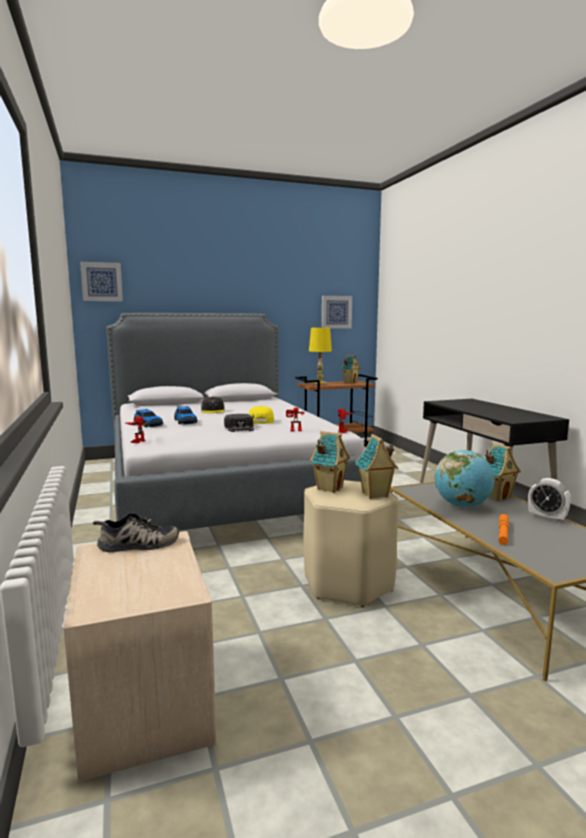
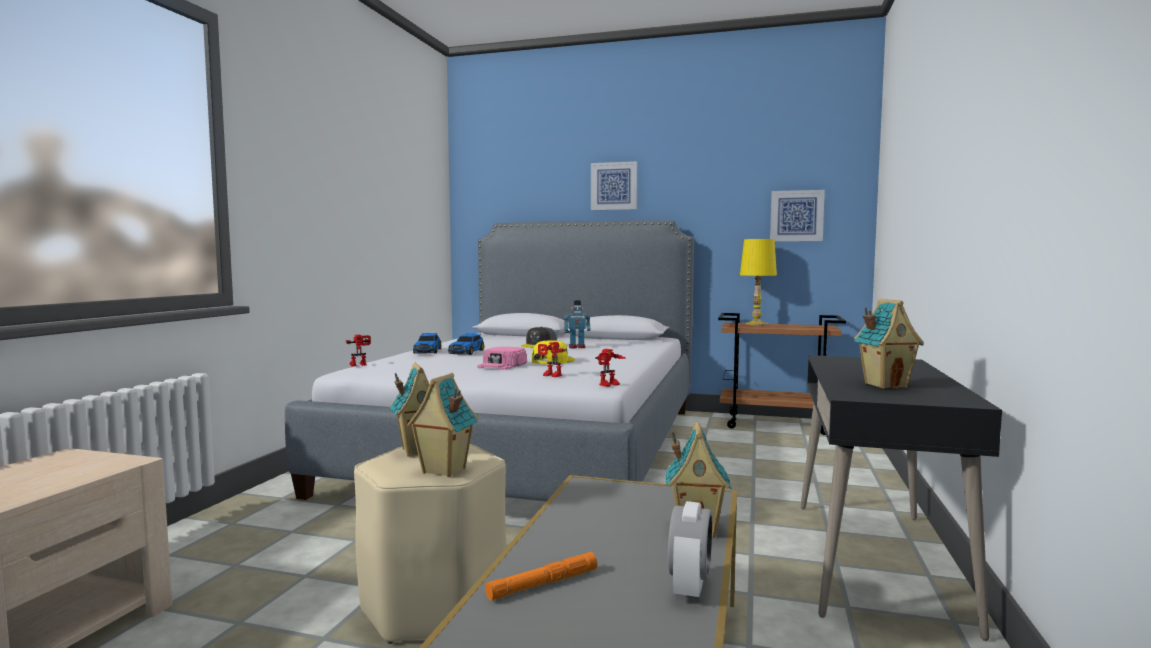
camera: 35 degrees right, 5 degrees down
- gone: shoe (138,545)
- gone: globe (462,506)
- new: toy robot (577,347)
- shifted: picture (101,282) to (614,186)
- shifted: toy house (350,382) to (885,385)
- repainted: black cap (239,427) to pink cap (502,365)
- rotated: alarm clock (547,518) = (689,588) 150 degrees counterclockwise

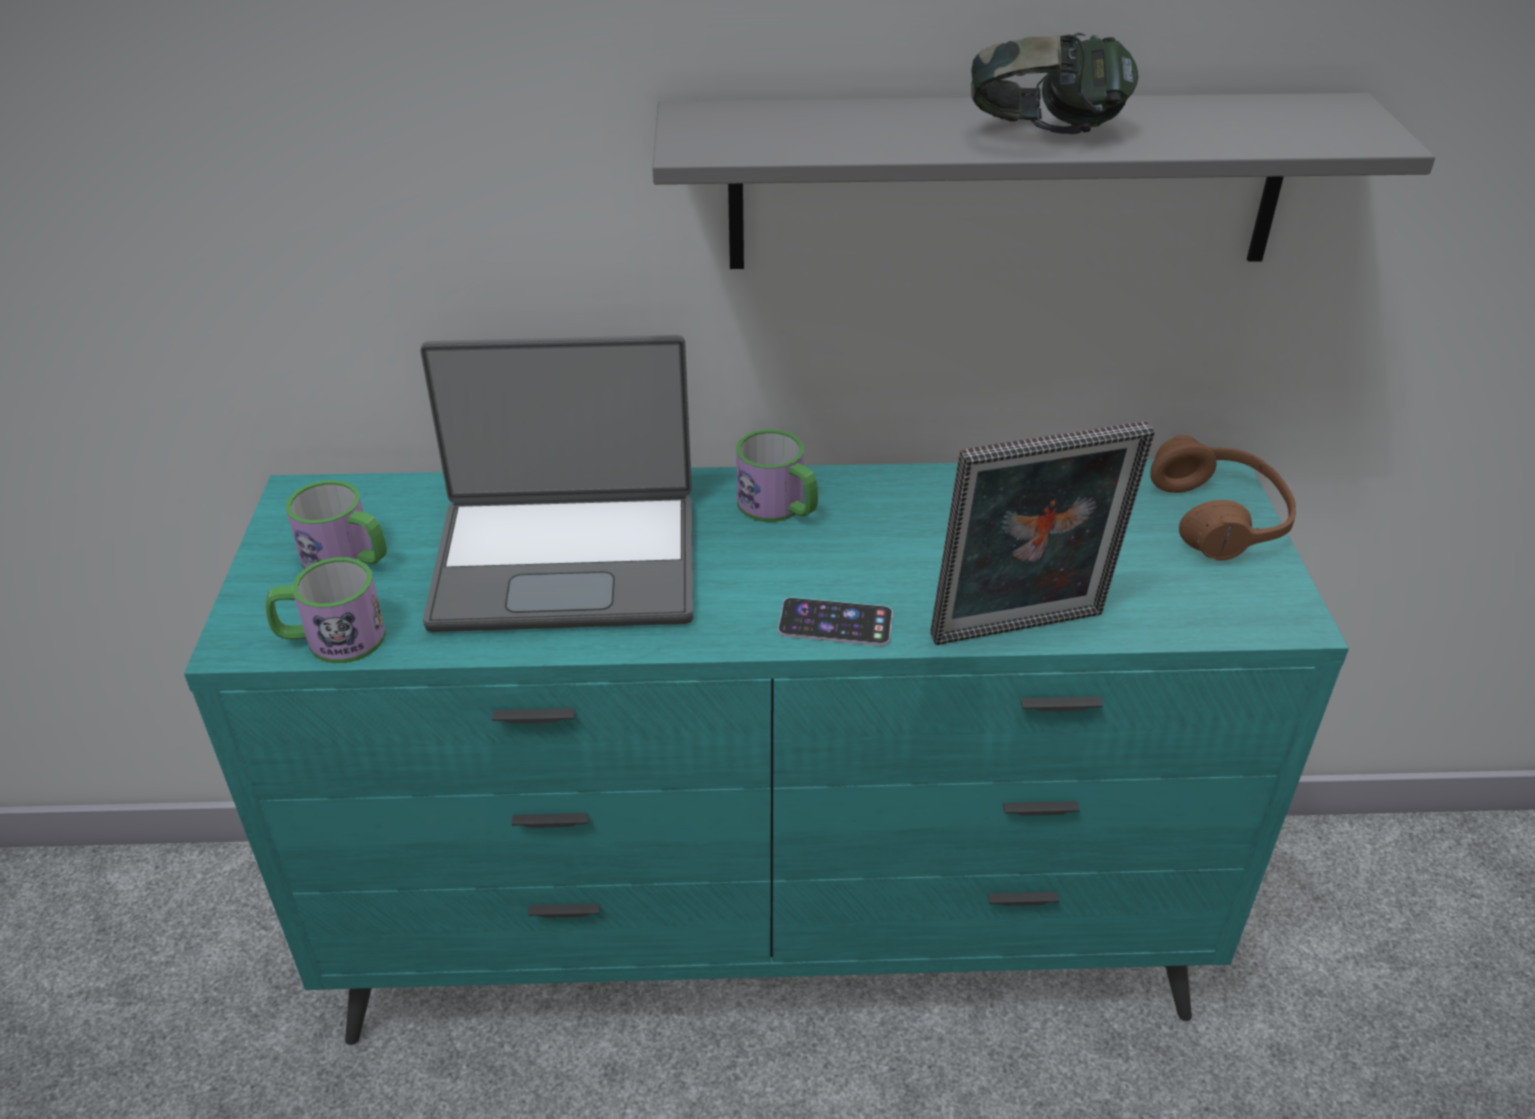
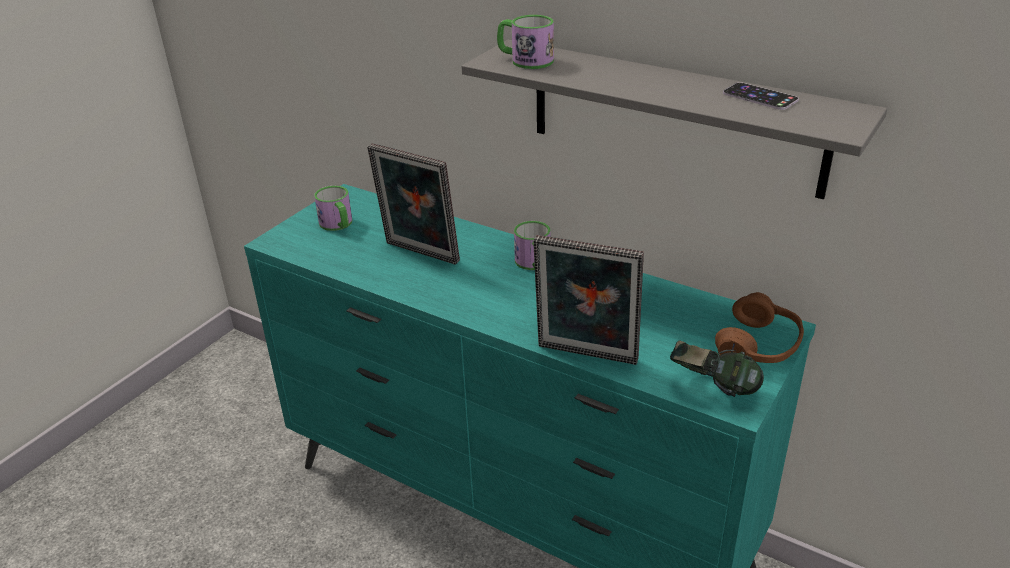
camera: 35 degrees right, 5 degrees down
- shifted: mug (331,639) to (525,60)
- shifted: phone (835,623) to (760,97)
- shifted: headphones (1045,136) to (712,390)
- swapped: laptop (567,561) to picture frame (419,254)

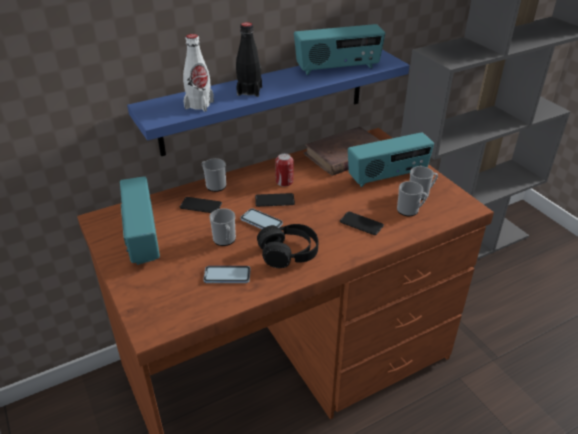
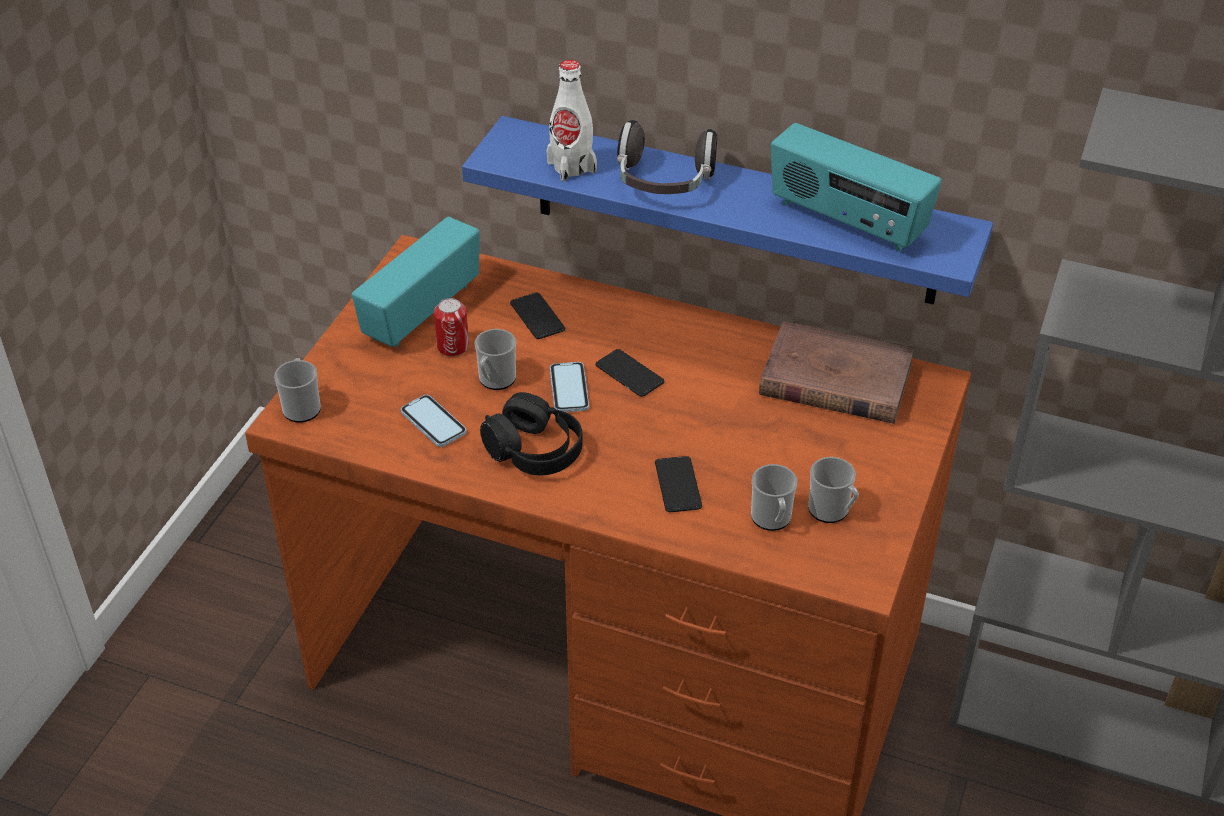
camera: 50 degrees right, 5 degrees up
- gone: radio (387,176)
- shifted: mug (214,185) to (302,406)
- shifted: can (284,181) to (453,346)
- swapped: black bottle (249,91) to headphones (663,183)

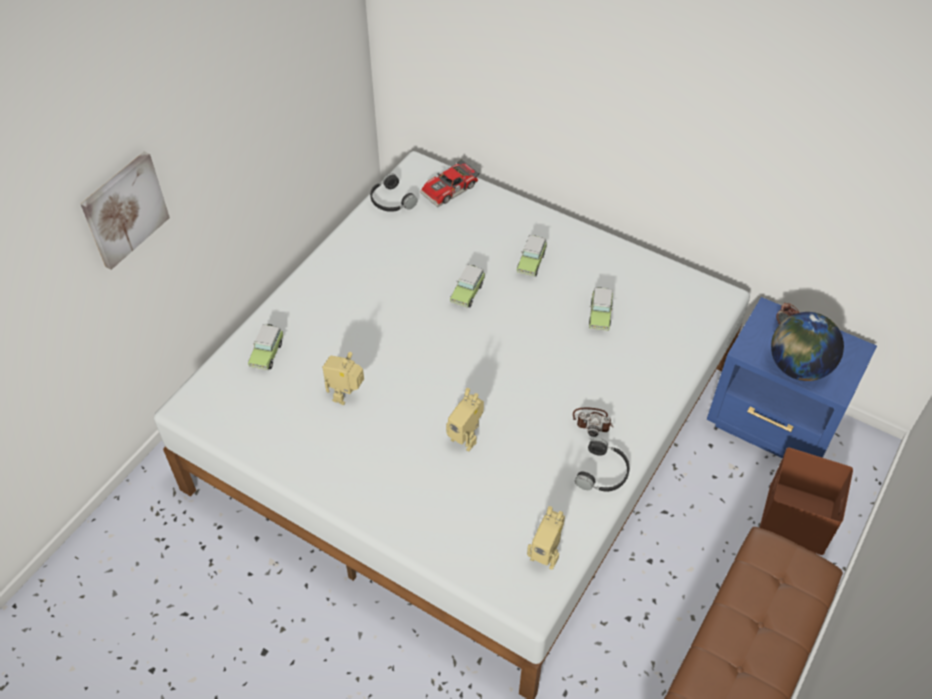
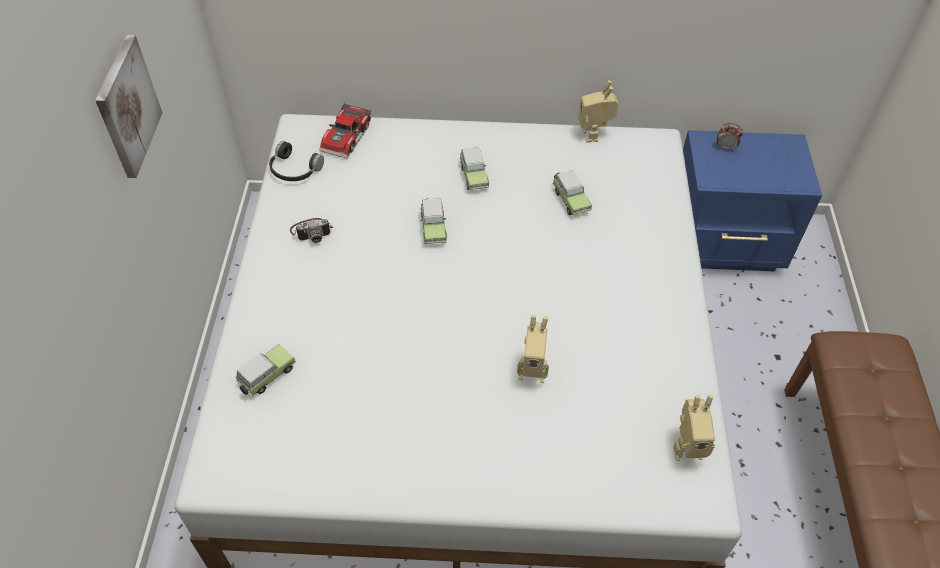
camera: 30 degrees left, 0 degrees up
- gone: black headphones (604,473)
- gone: brown storage box (798,519)
- gone: globe (797,367)
- shifted: picture (124,209) to (127,107)
- shifted: toy robot (347,396) to (594,135)
- shifted: photo camera (592,421) to (312,231)
- rotated: toy car (267,353) = (266,377) 120 degrees counterclockwise

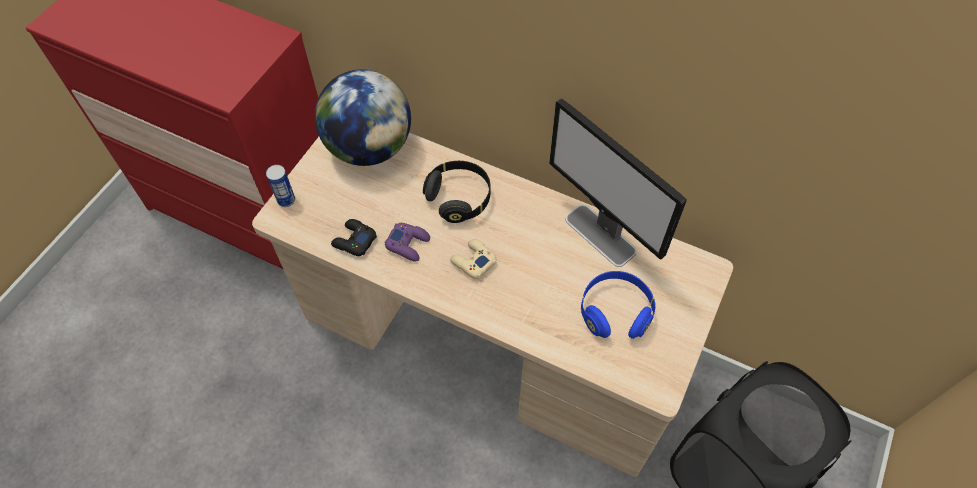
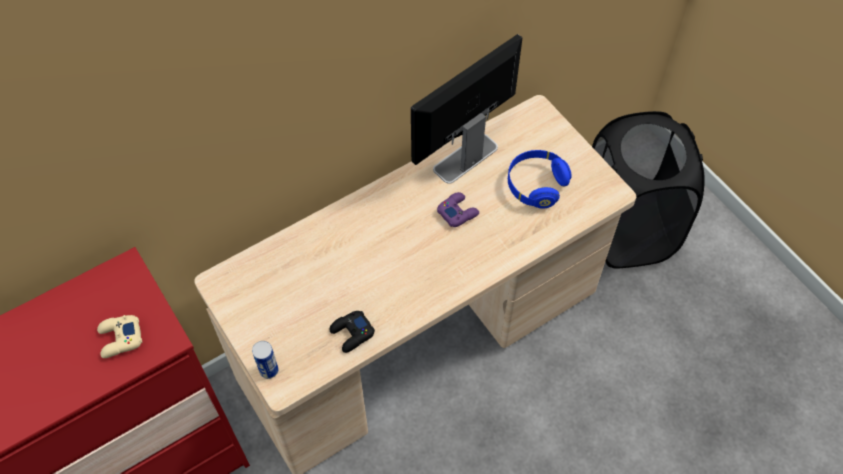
camera: 60 degrees left, 0 degrees up
- gone: globe (369,148)
- gone: black headphones (459,198)
- shifted: purple game controller (408,244) to (457,212)
- shifted: beige game controller (473,261) to (120,339)
- rotated: monitor (601,235) = (465,158) 150 degrees clockwise

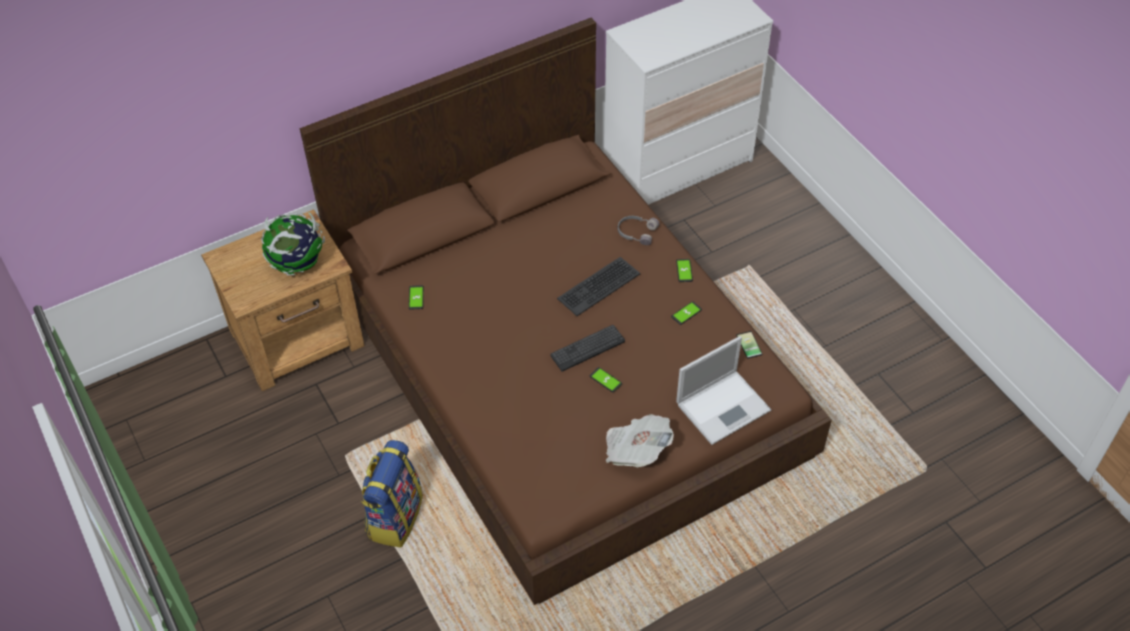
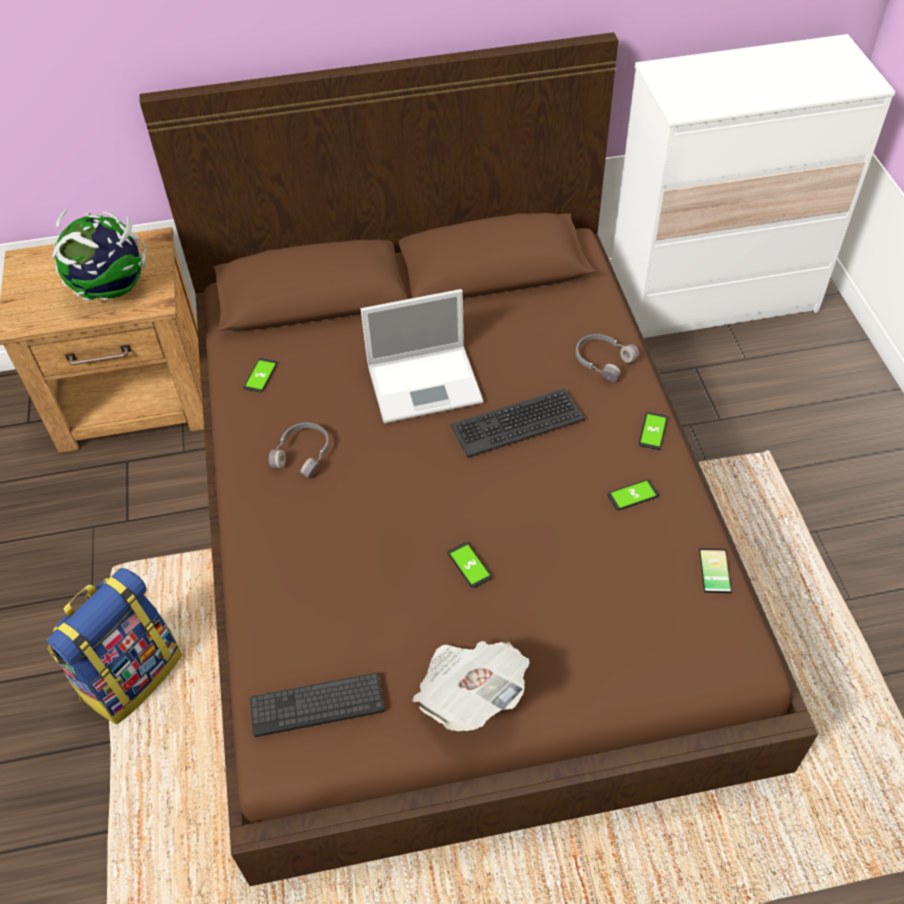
camera: 20 degrees right, 0 degrees up
- new: grey headphones (304,454)
- shifted: keyboard (587,348) to (317,705)
- shifted: laptop (724,406) to (426,383)

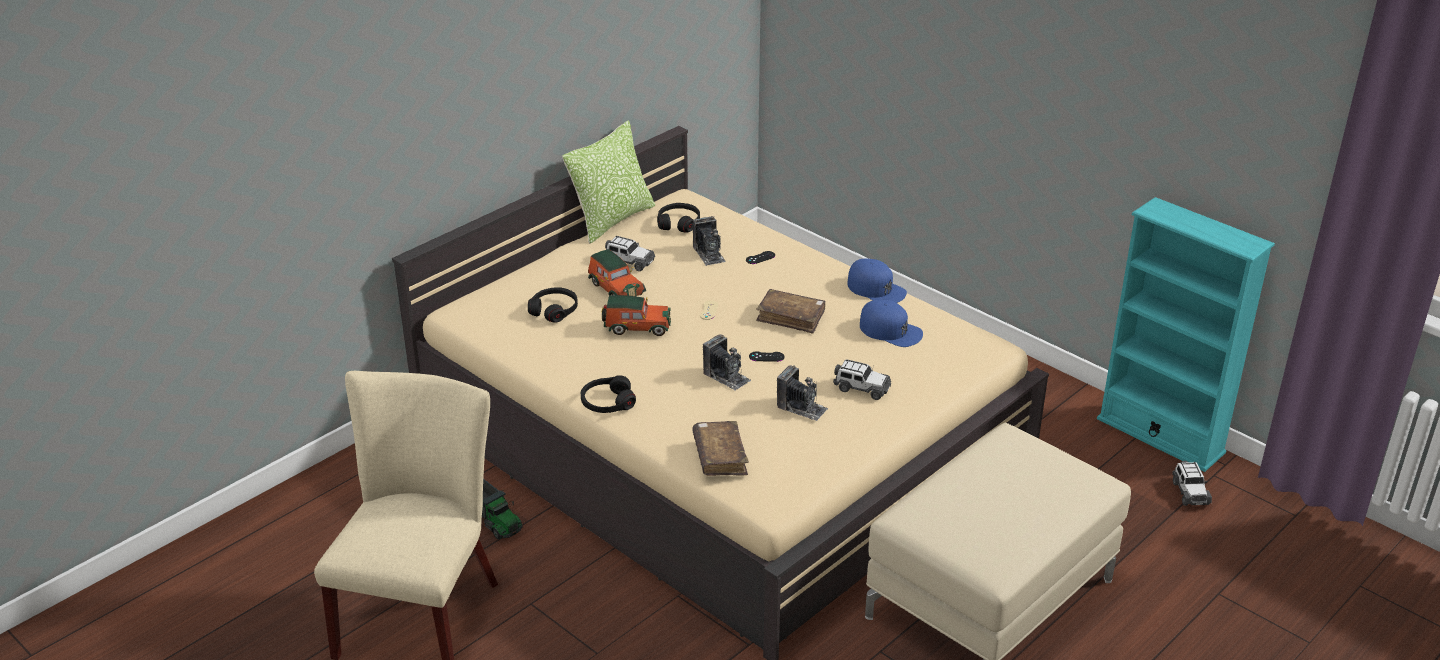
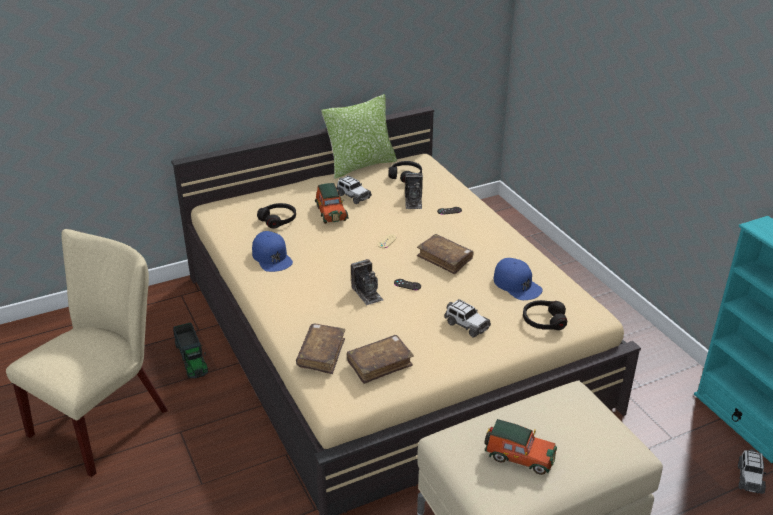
camera: 20 degrees right, 0 degrees up
- gone: photo camera (802,408)
- new: brown book (379,364)
- shifted: black headphones (607,402) to (543,321)
- shifted: toy car (636,327) to (518,456)
- shifted: blue cap (876,289) to (272,257)

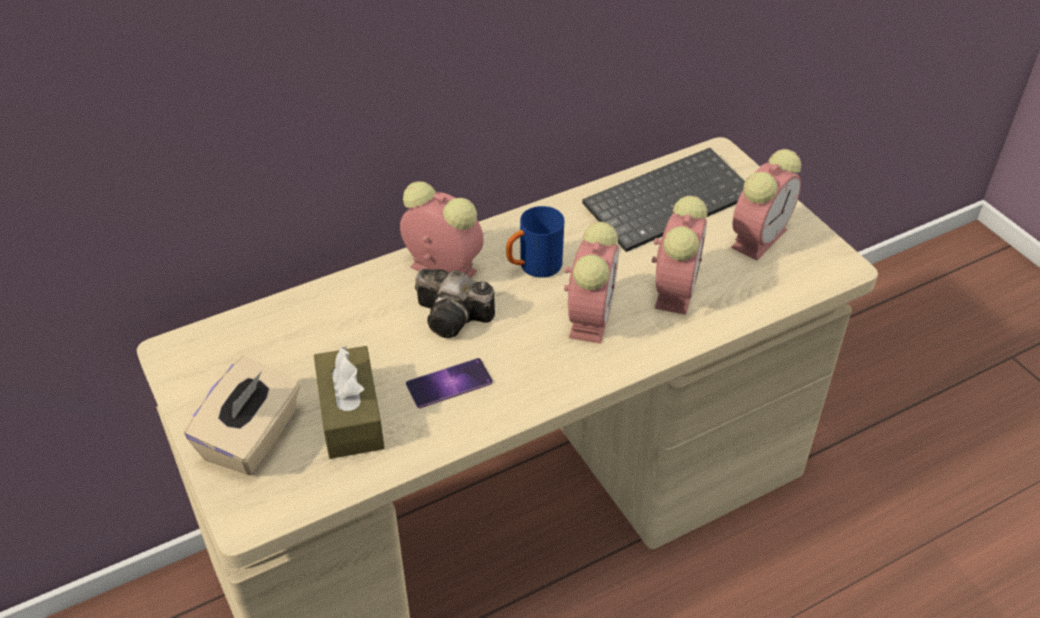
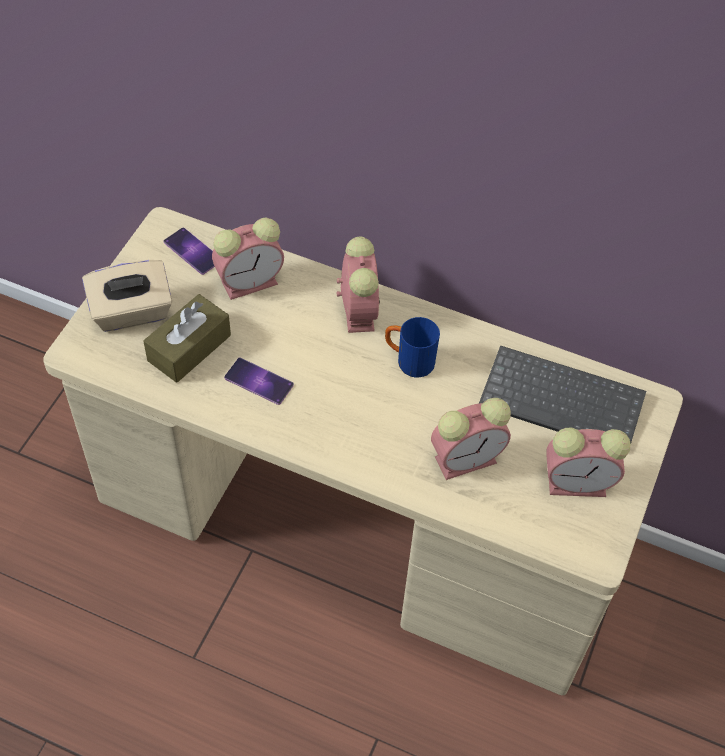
camera: 50 degrees right, 10 degrees up
- gone: photo camera (455,318)
- new: phone (192,251)
- shifted: alarm clock (590,316) to (251,281)

